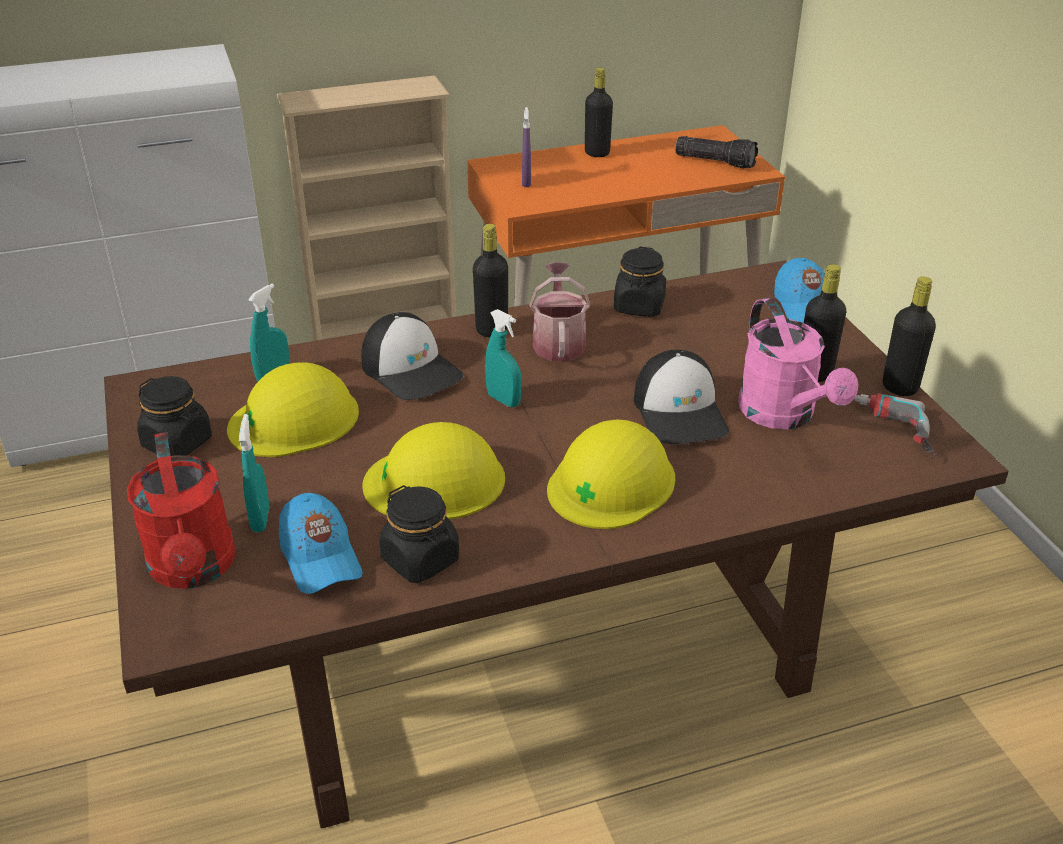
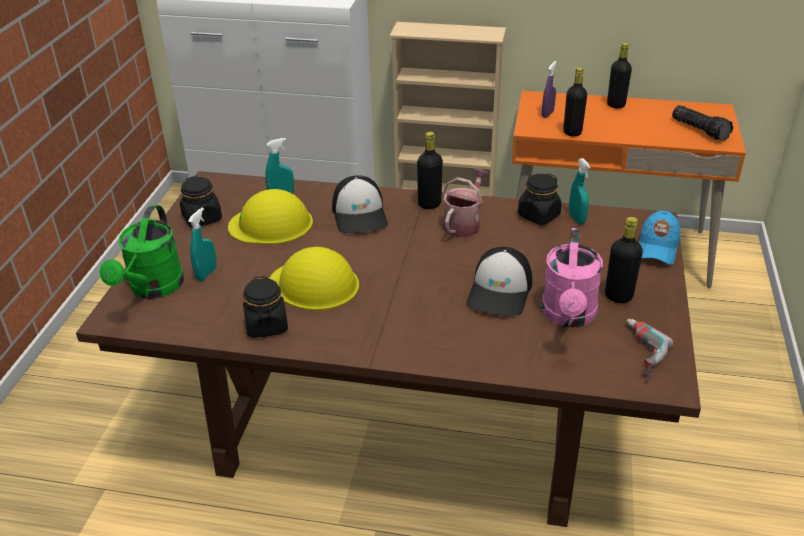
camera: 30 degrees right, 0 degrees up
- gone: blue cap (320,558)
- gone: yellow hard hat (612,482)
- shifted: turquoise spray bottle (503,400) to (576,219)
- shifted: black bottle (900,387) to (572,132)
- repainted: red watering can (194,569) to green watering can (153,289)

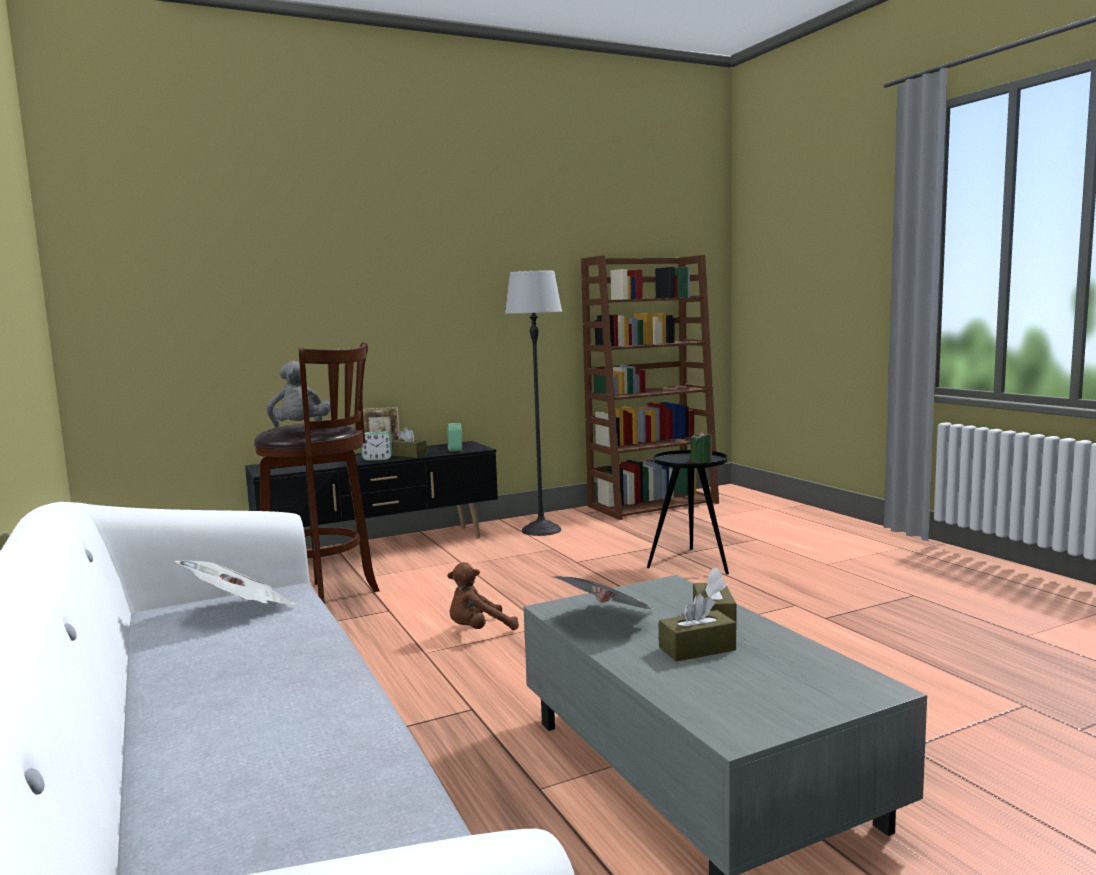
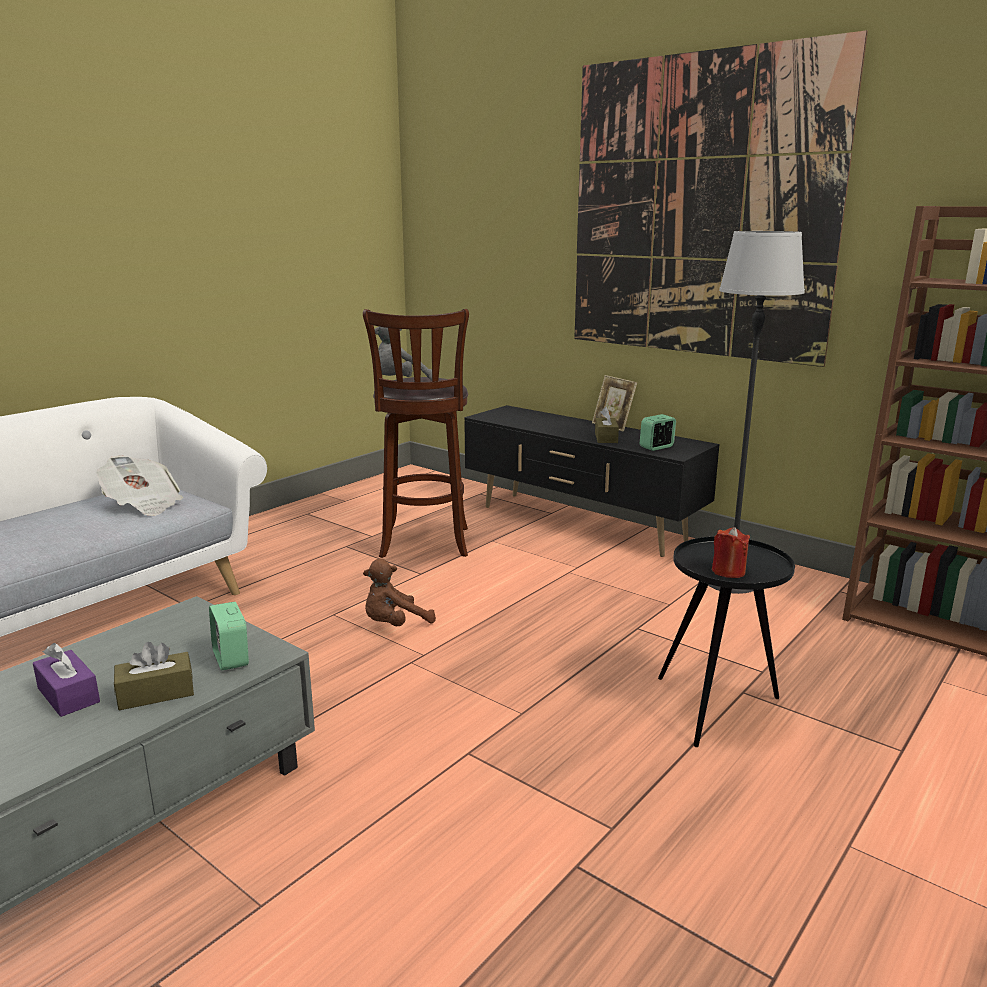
camera: 65 degrees right, 10 degrees up
- gone: newspaper (607,620)
- new: picture (698,209)
- shifted: alarm clock (377,459) to (231,658)
- repainted: brown tissue box (697,649) to purple tissue box (68,695)
- repainted: green candle (701,461) to red candle (728,571)
- rotated: brown plush toy (479,630) = (394,625) 75 degrees counterclockwise

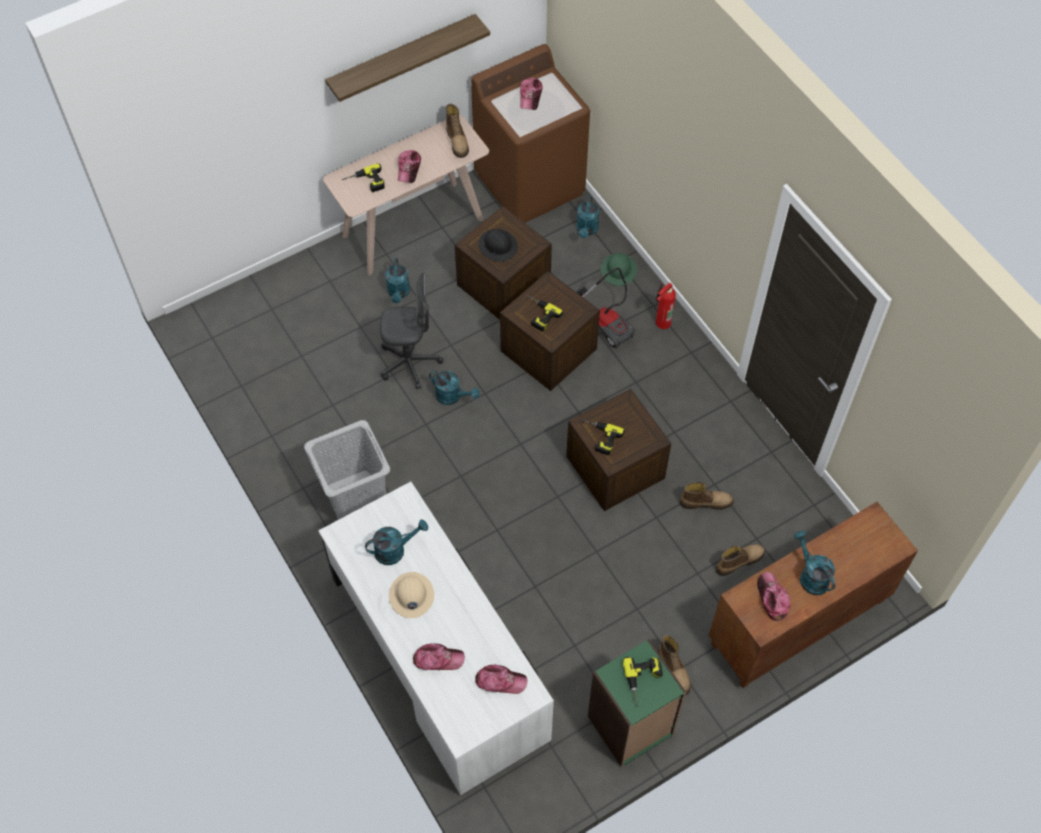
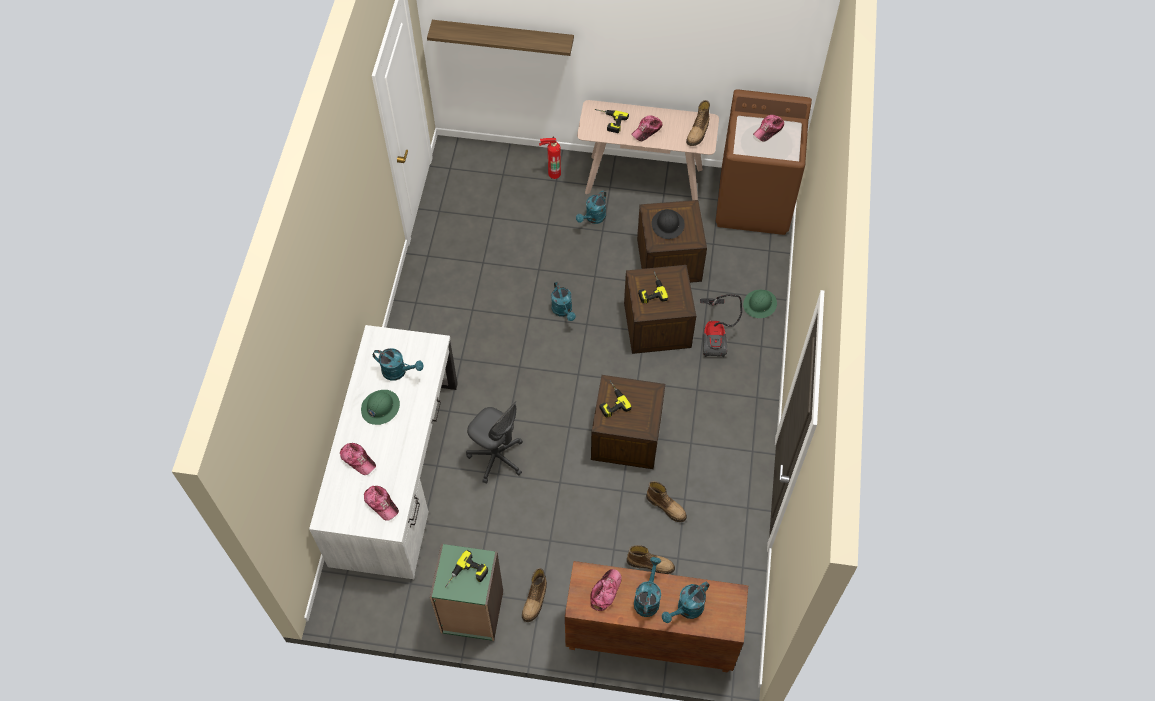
camera: 40 degrees right, 0 degrees up
- gone: grey laundry basket (354,496)
- shifted: shelf (402,58) to (503,37)
- shifted: grey office chair (410,363) to (496,457)
- shifted: turquoise watering can (587,230) to (686,609)
- shifted: fire extinguisher (661,323) to (553,173)
- repainted: beige hard hat (411,595) to green hard hat (380,407)

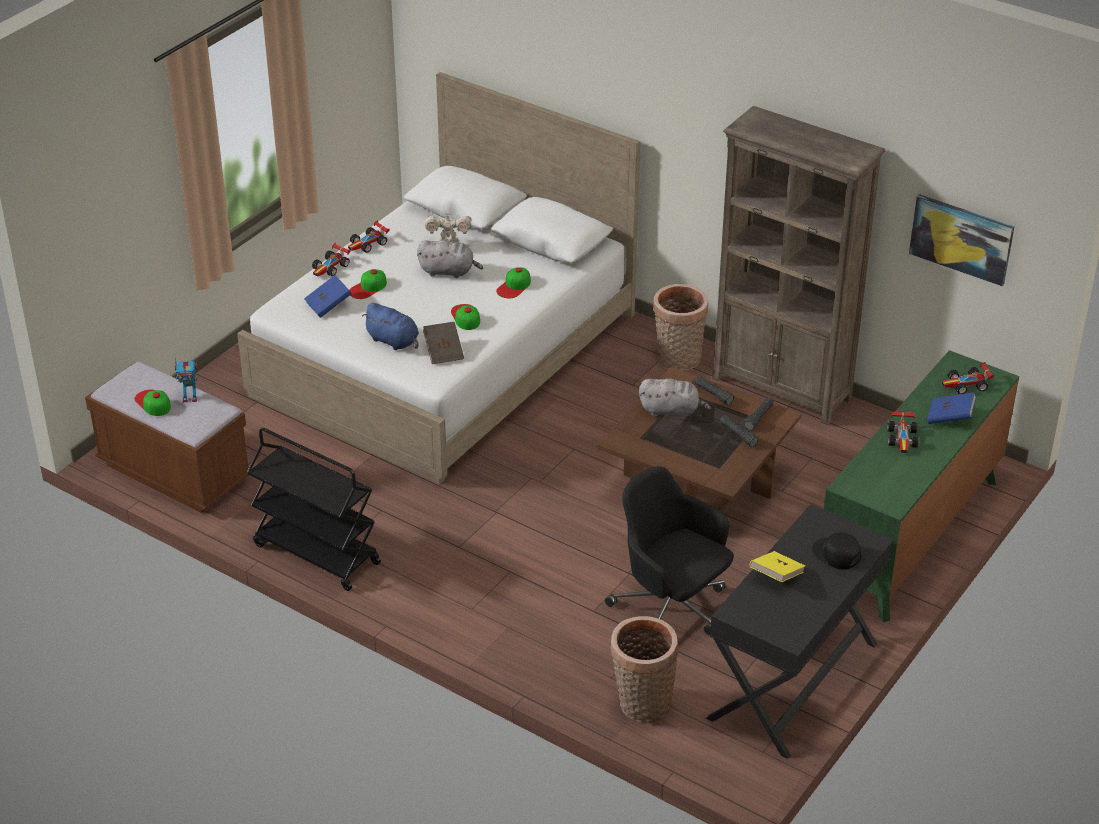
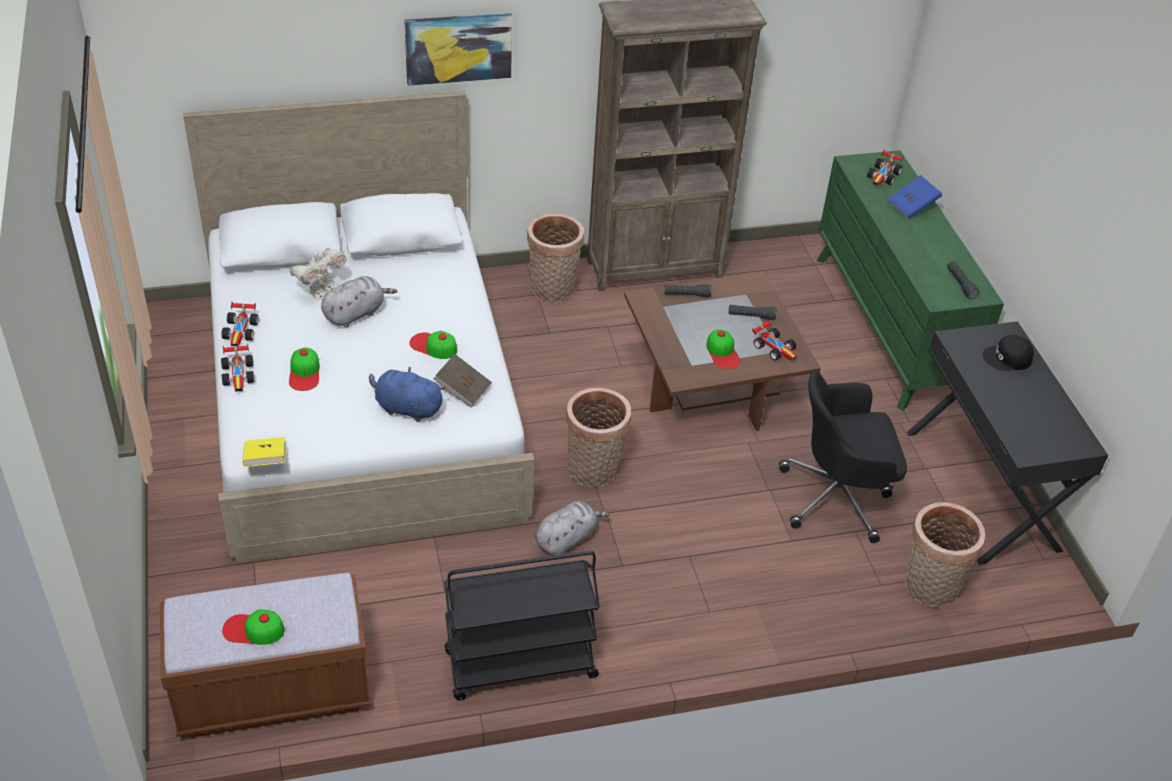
camera: 50 degrees left, 5 degrees up
- gone: toy robot (190,398)
- gone: blue book (328,305)
- new: basket (594,472)
- shifted: cap (514,286) to (723,352)
- shifted: grey plush toy (671,411) to (567,538)
- shifted: black flashlight (758,418) to (960,284)
- shifted: yellow book (776,576) to (265,461)
- shifted: toy car (903,438) to (775,347)
- shifted: picture (961,238) to (458,48)
- rotated: blue plush toy (394,341) = (406,408) 150 degrees counterclockwise

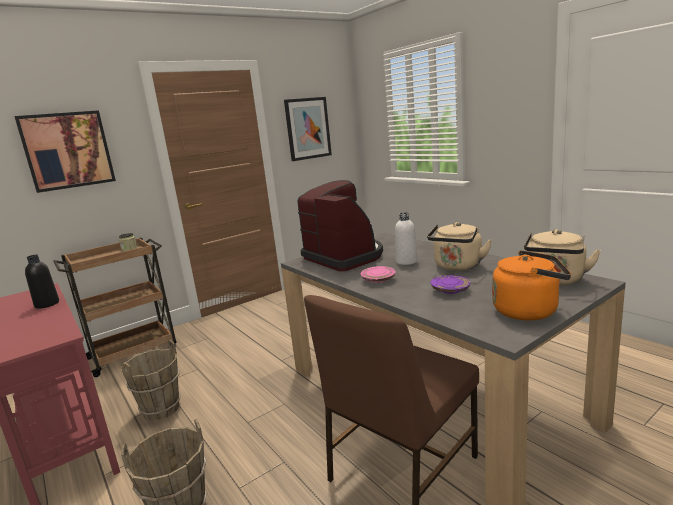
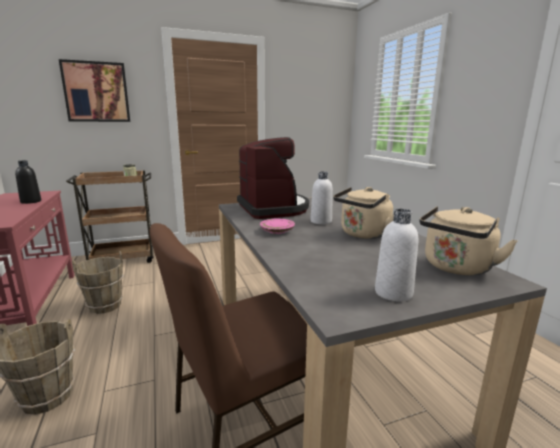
camera: 15 degrees right, 0 degrees up
- gone: picture (308,128)
- gone: purple plate (450,290)
- swapped: orange kettle (529,311) to white bottle (393,293)

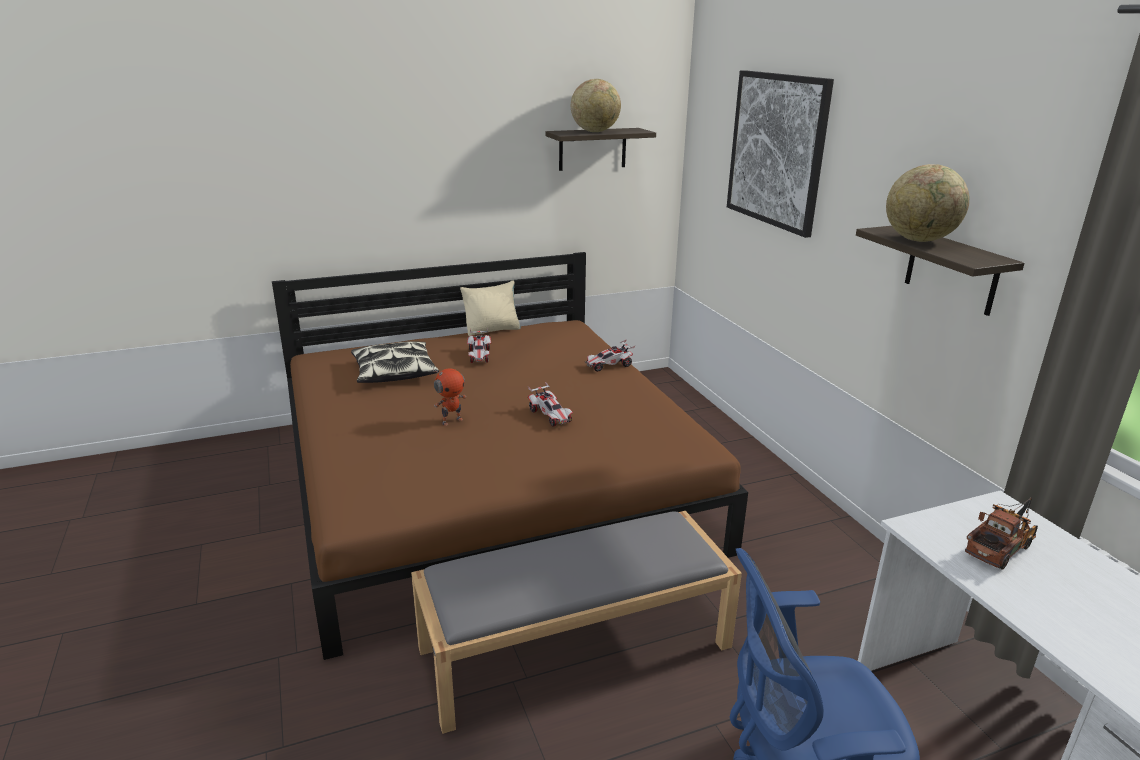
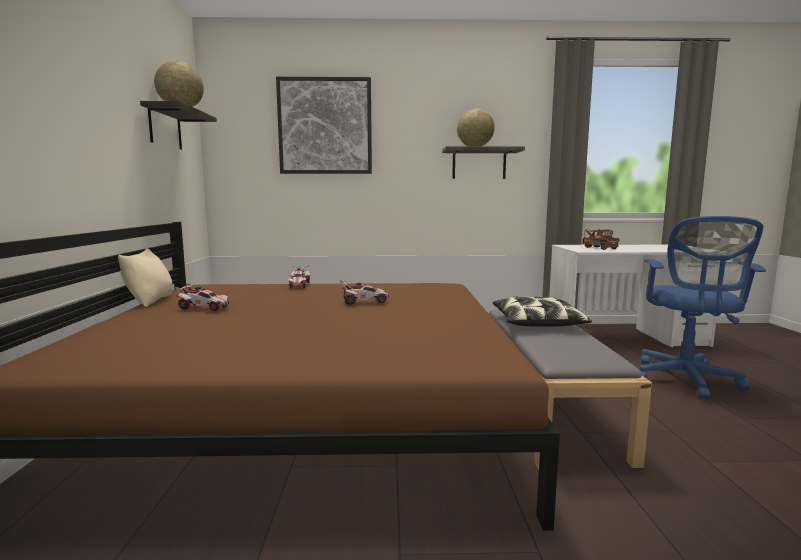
camera: 70 degrees left, 15 degrees down
- gone: toy robot (451,421)
- shifted: pillow (394,372) to (537,323)

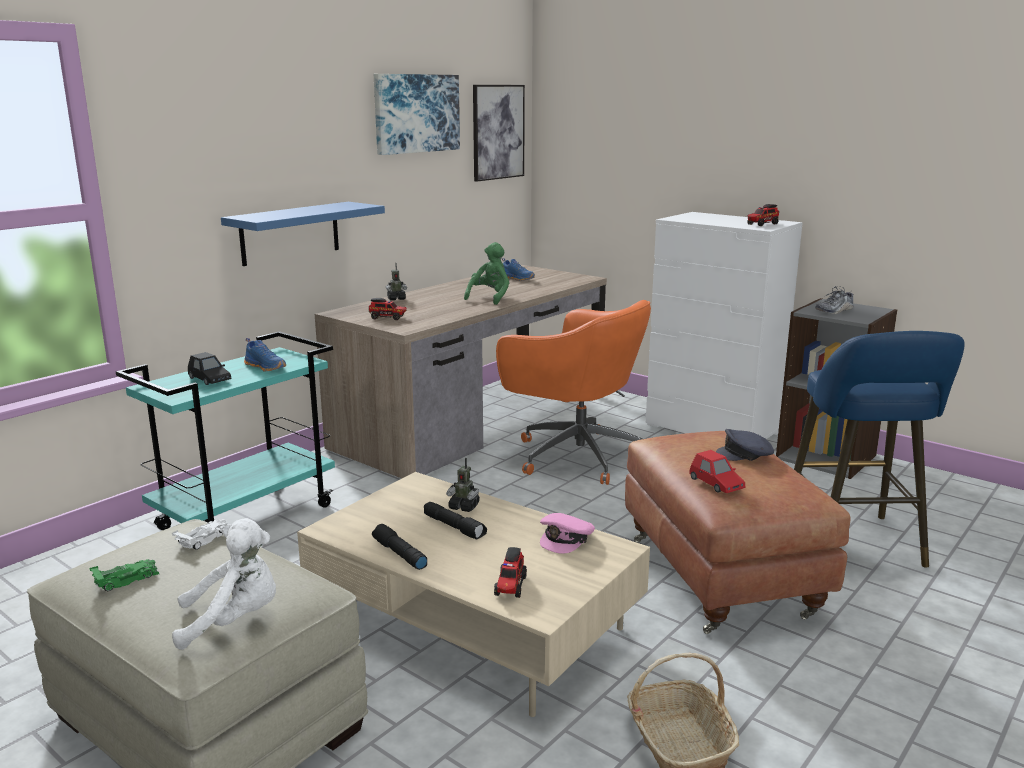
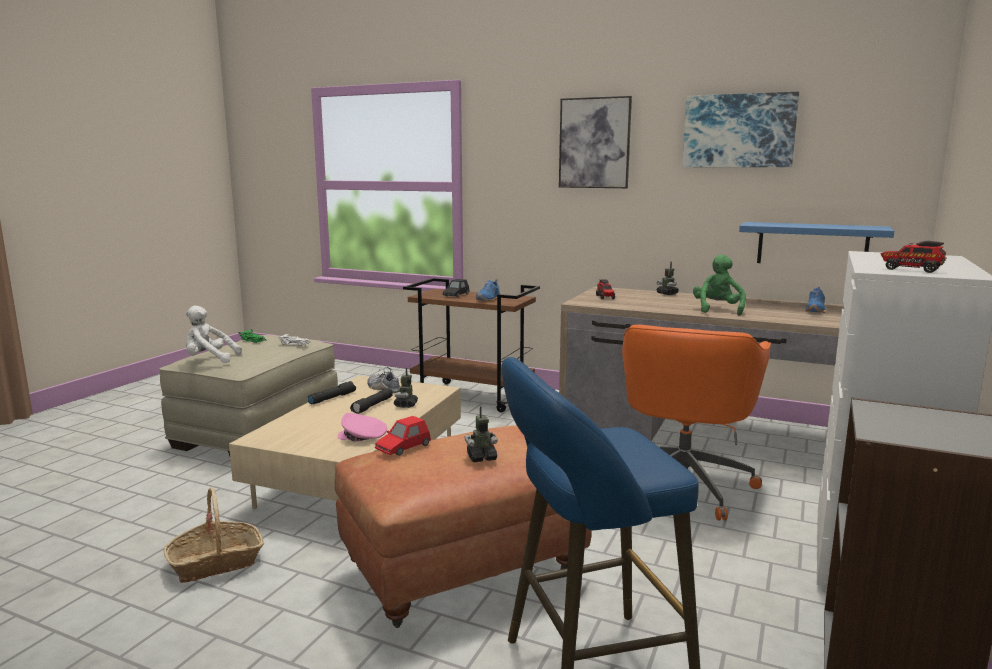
camera: 75 degrees right, 5 degrees down
- gone: toy truck (510,587)
- shifted: blue shelf (290,233) to (812,245)
- shifted: picture (498,132) to (594,143)
- shifted: shoe (834,310) to (383,388)
- swapped: grey cap (746,454) to toy robot (481,458)
- repainted: turquoise cart (247,516) to brown cart (473,397)
- rotated: white plush toy (234,621) = (209,359) 120 degrees clockwise
- rotated: green plush toy (490,298) = (717,310) 90 degrees counterclockwise

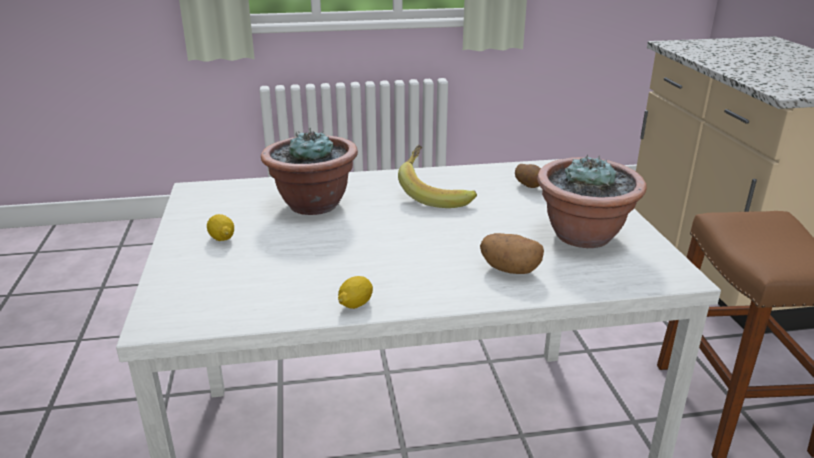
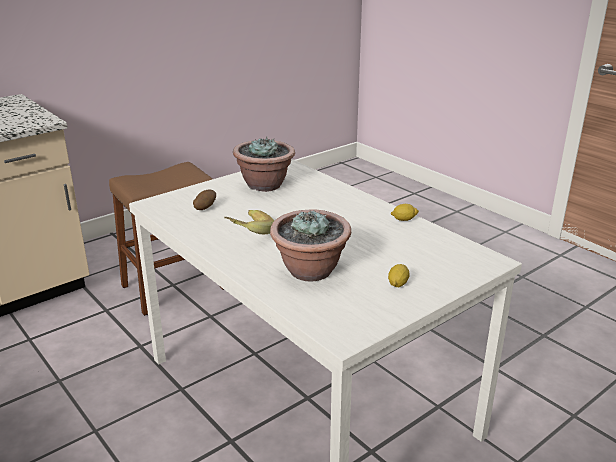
camera: 120 degrees left, 0 degrees up
- gone: potato (509,270)

